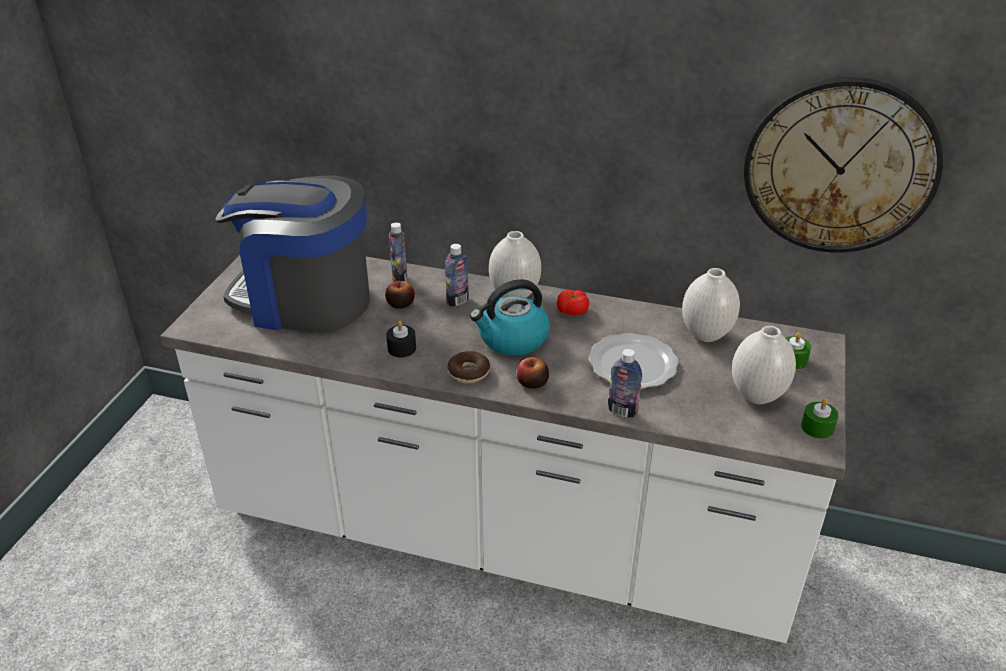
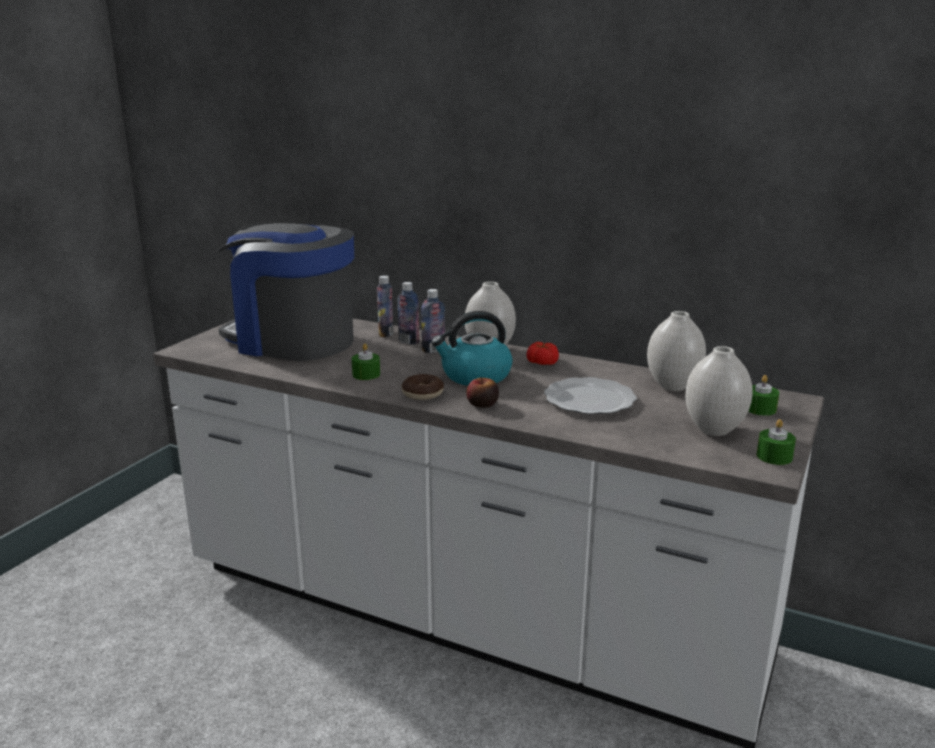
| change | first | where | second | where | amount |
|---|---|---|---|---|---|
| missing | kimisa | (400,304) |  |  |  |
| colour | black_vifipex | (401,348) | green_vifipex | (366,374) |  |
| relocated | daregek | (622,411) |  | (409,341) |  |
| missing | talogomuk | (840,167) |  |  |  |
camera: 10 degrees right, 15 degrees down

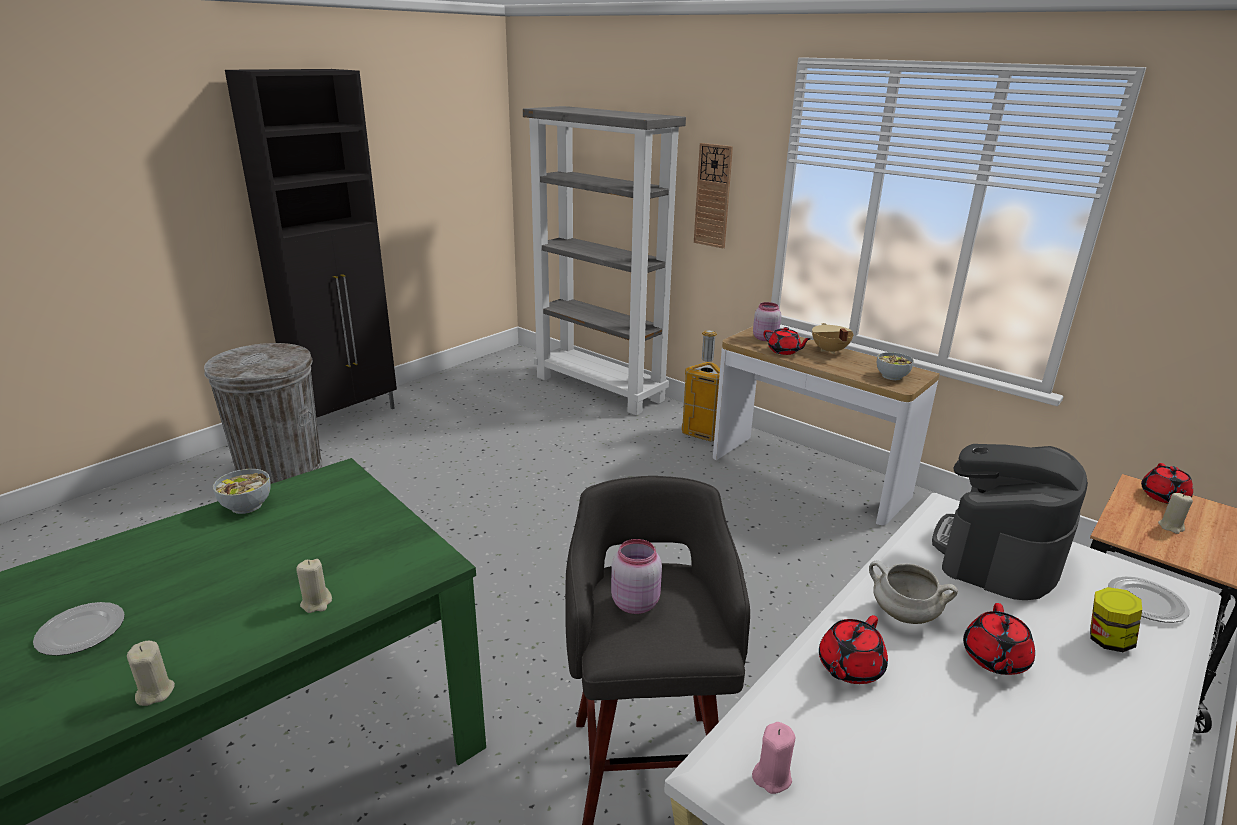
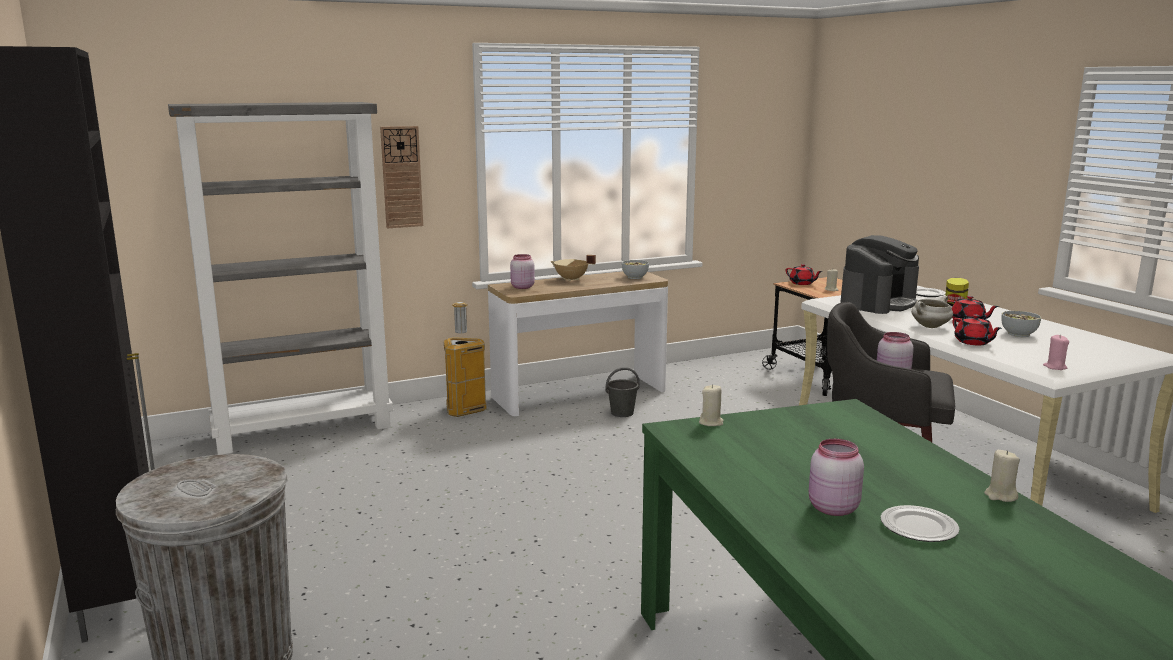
| change | first | where | second | where | amount |
|---|---|---|---|---|---|
| relocated | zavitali | (246,506) |  | (1019,334) |  |
| relocated | beige_vifipex | (316,603) |  | (711,422) |  |
| missing | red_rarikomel | (784,351) |  |  |  |
| spun | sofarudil | (997,554) |  | (878,303) | 105 degrees counterclockwise |
| appeared |  |  | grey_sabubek | (621,413) |  |
| appeared |  |  | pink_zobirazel | (831,508) |  |
camera: 65 degrees left, 10 degrees down

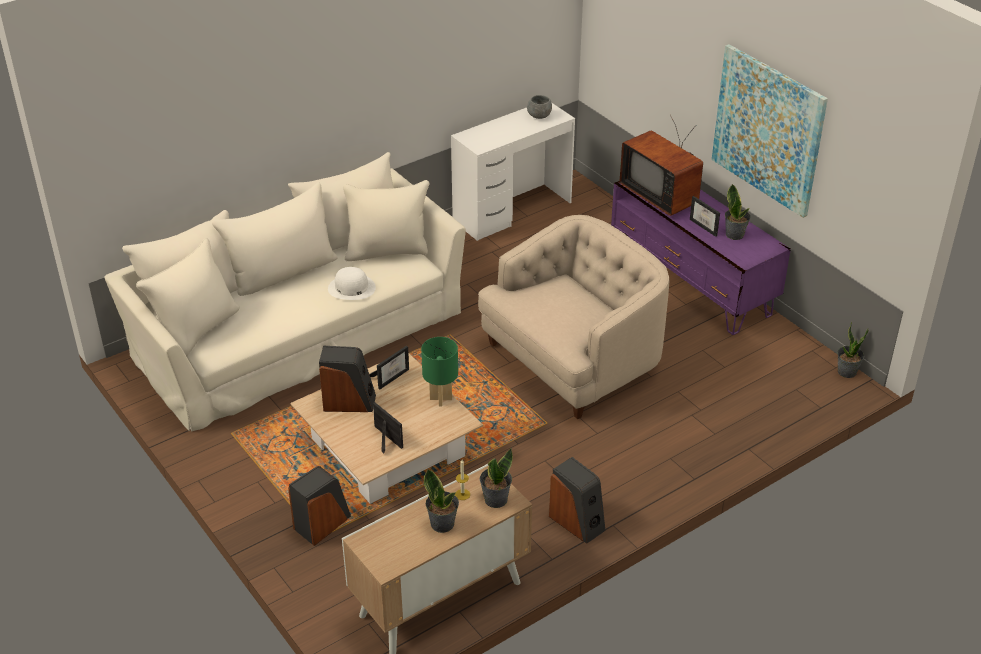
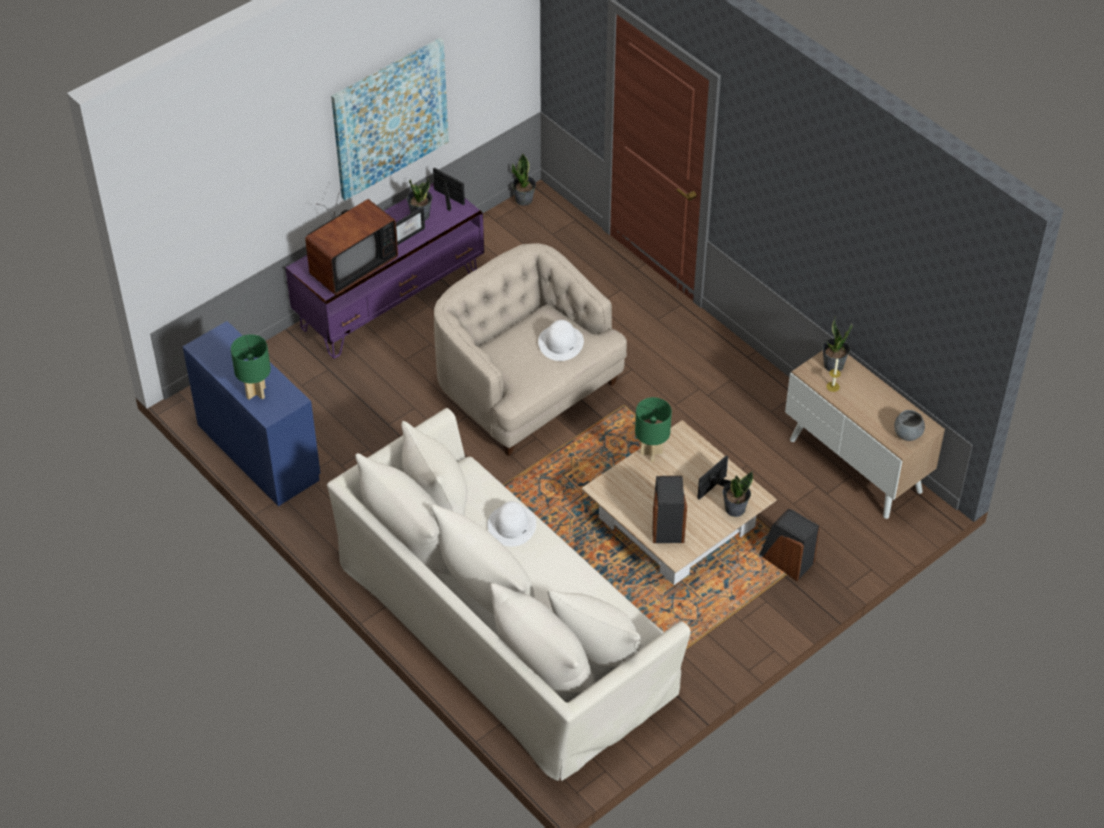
| change | first | where | second | where | amount |
|---|---|---|---|---|---|
| relocated | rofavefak | (391,376) |  | (446,198) |  |
| relocated | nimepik | (442,523) |  | (734,508) |  |
| colour | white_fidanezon | (512,211) | blue_fidanezon | (258,452) |  |
| relocated | grey_zavitali | (539,116) |  | (908,434) |  |
| missing | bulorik | (577,522) |  |  |  |
| appeared |  |  | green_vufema | (256,392) |  |
| appeared |  |  | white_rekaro | (561,343) |  |
camera: 95 degrees left, 10 degrees up

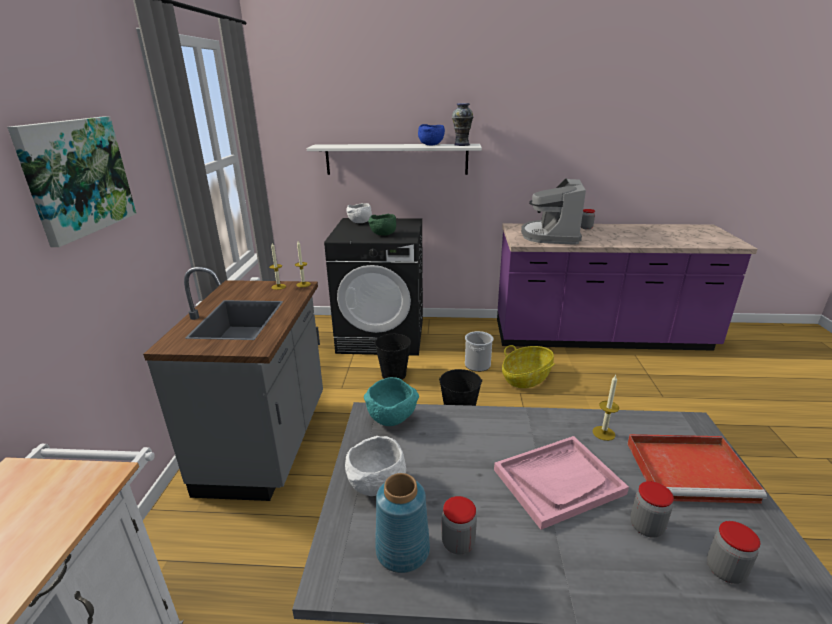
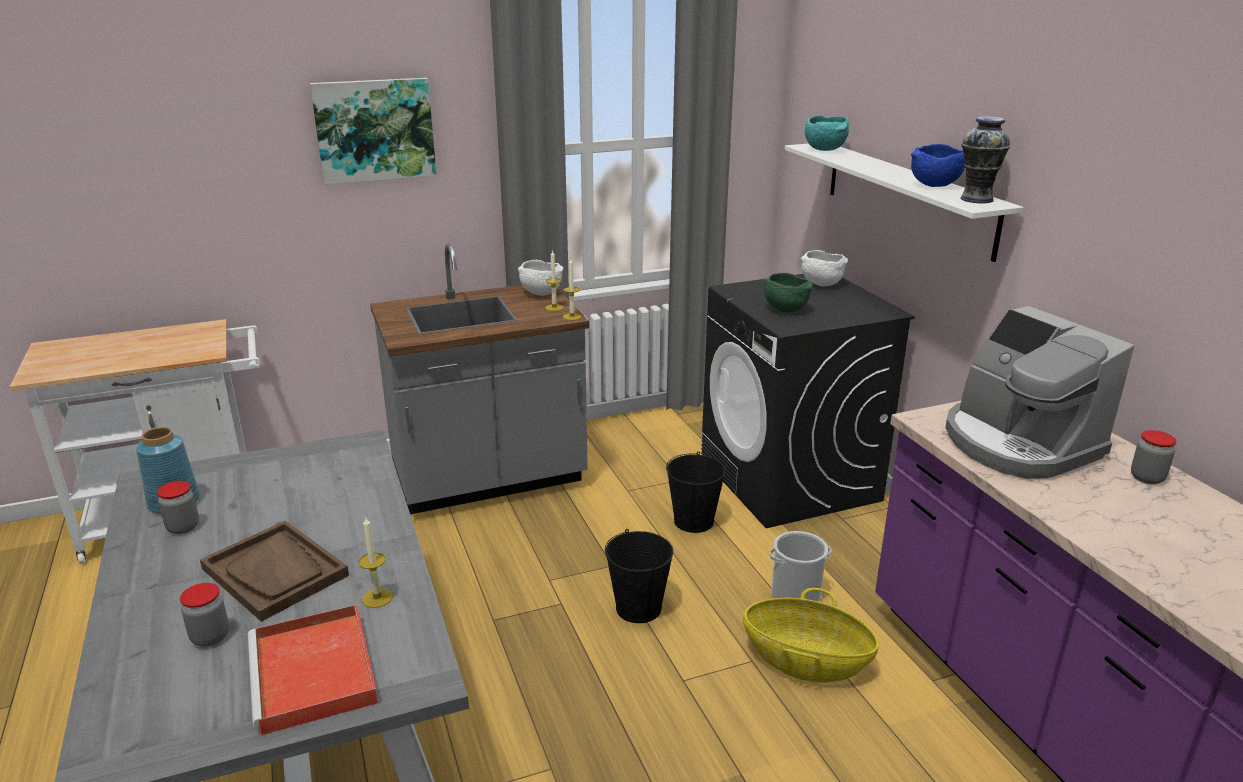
| change | first | where | second | where | amount |
|---|---|---|---|---|---|
| relocated | white_zavitali | (376,486) |  | (540,293) |  |
| relocated | turquoise_zavitali | (392,418) |  | (826,150) |  |
| colour | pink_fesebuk | (558,481) | brown_fesebuk | (275,572) |  |
| spun | sofarudil | (551,235) |  | (1018,443) | 105 degrees counterclockwise |
| missing | zobirazel | (725,570) |  |  |  |
camera: 65 degrees right, 0 degrees up

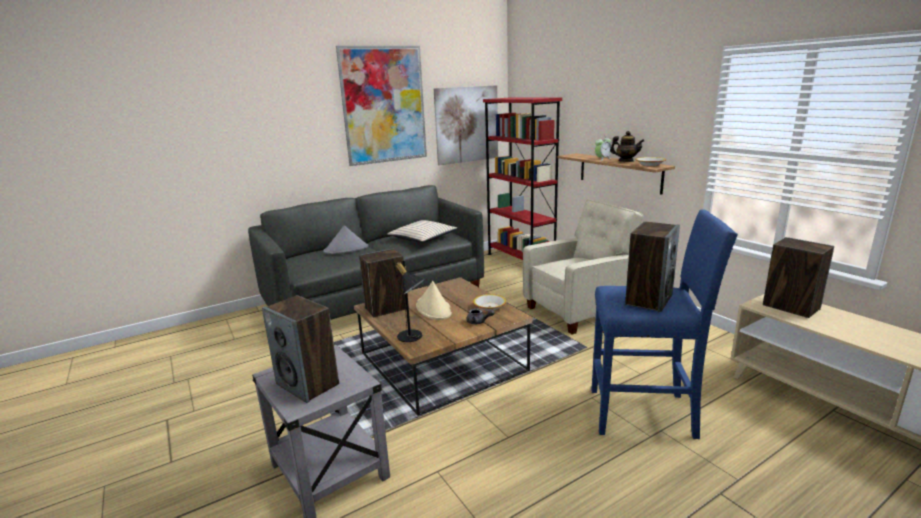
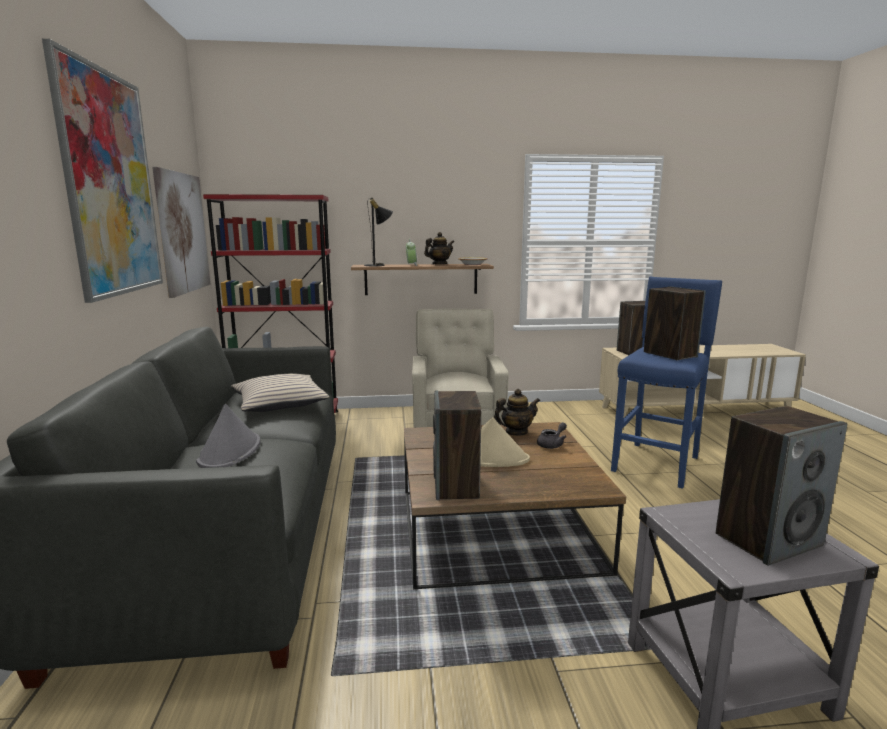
| change | first | where | second | where | amount |
|---|---|---|---|---|---|
| relocated | black_vufema | (412,338) |  | (378,265) |  |
| exchanged | zavitali | (489,307) | rarikomel | (516,432) |  |
camera: 65 degrees left, 5 degrees down

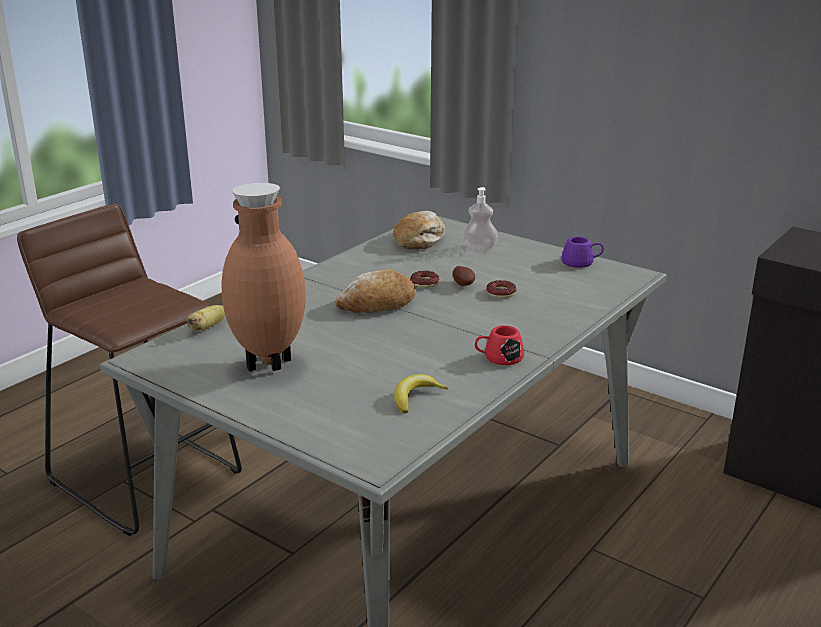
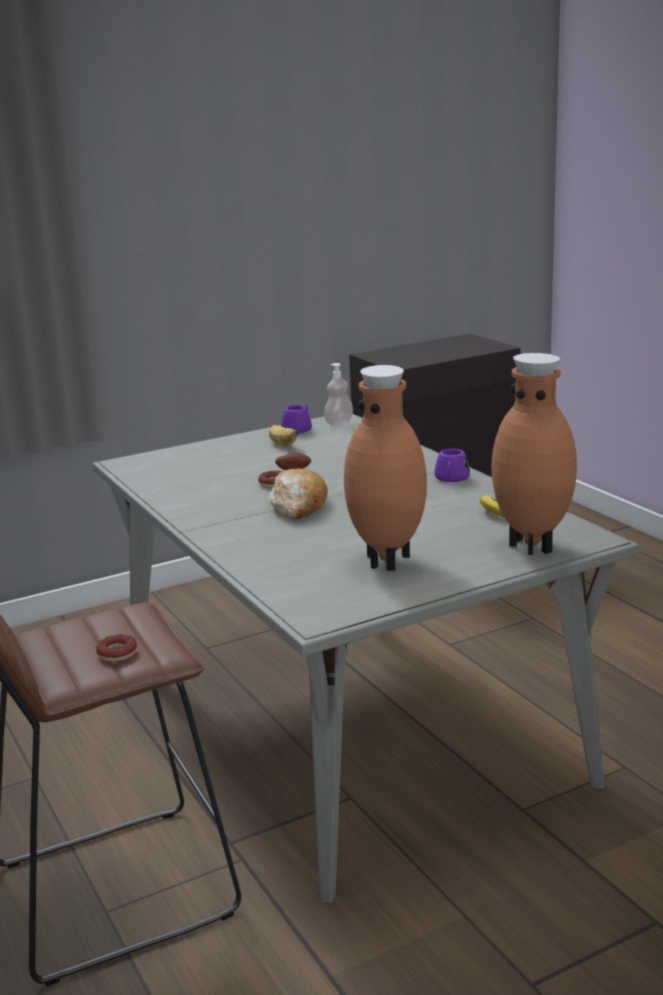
| change | first | where | second | where | amount |
|---|---|---|---|---|---|
| relocated | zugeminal | (207,327) |  | (282,444) |  |
| missing | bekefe | (420,239) |  |  |  |
| relocated | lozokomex | (479,248) |  | (339,424) |  |
| colour | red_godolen | (498,358) | purple_godolen | (451,479) |  |
| relocated | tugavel | (501,293) |  | (117,653) |  |
| appeared |  |  | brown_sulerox | (533,545) |  |
camera: 65 degrees left, 5 degrees down

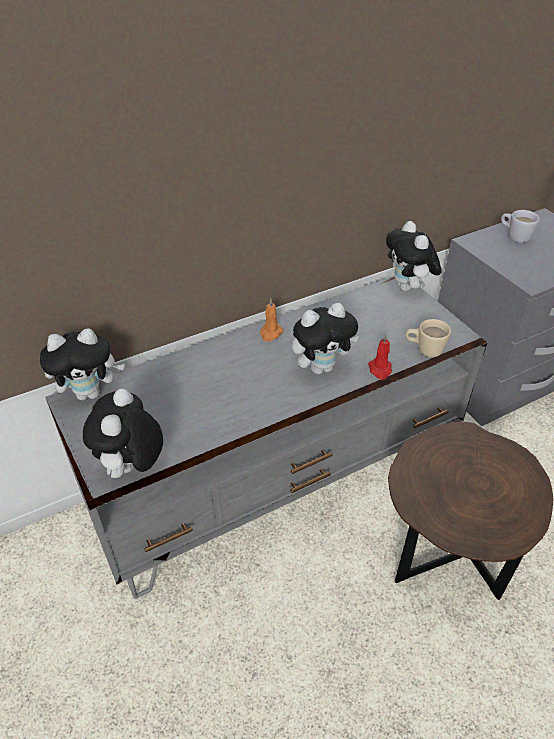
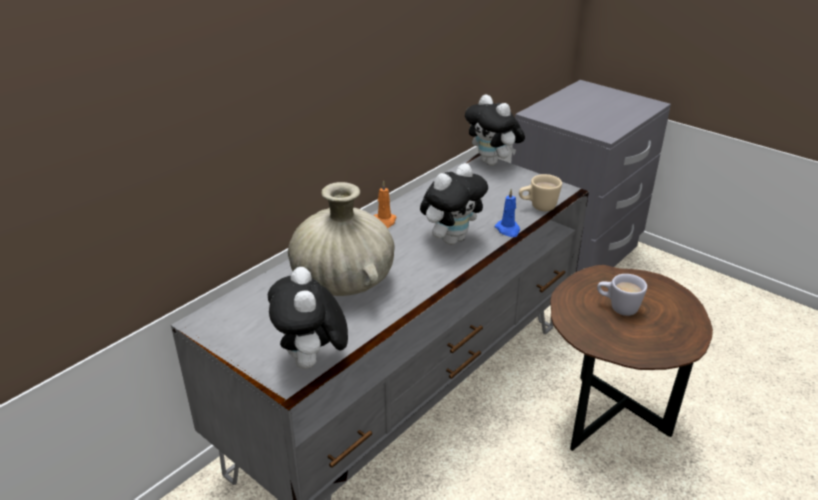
| change | first | where | second | where | amount |
|---|---|---|---|---|---|
| missing | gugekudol | (90,393) |  |  |  |
| colour | red_vifipex | (380,370) | blue_vifipex | (508,230) |  |
| relocated | white_godolen | (514,236) |  | (617,307) |  |
| appeared |  |  | beige_sulerox | (343,281) |  |
camera: 20 degrees left, 10 degrees down

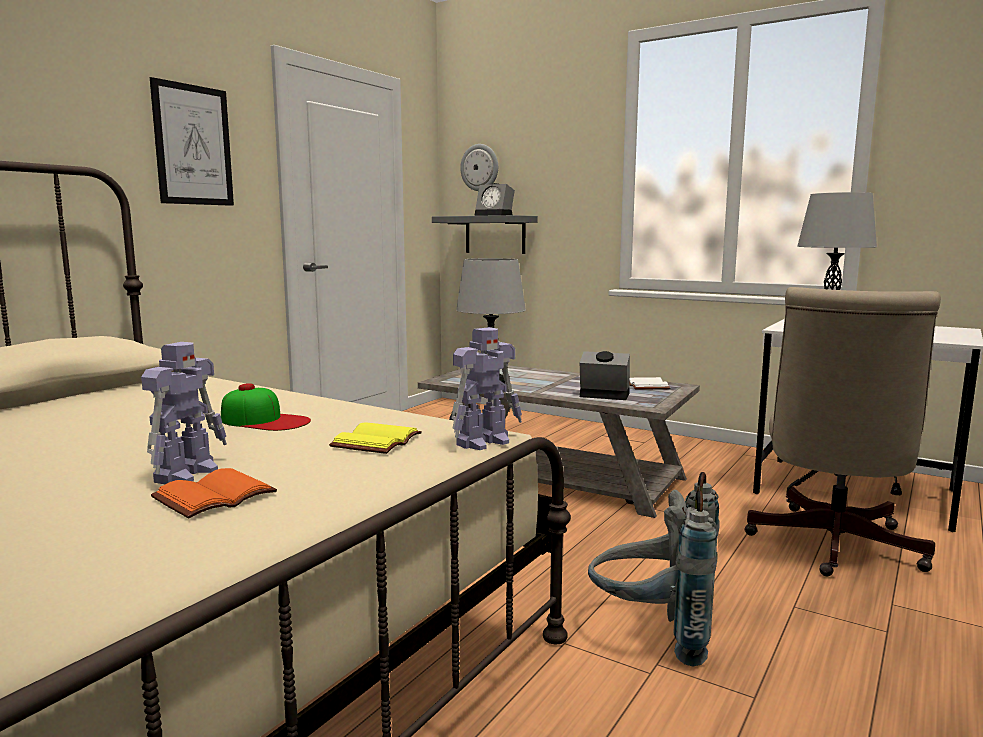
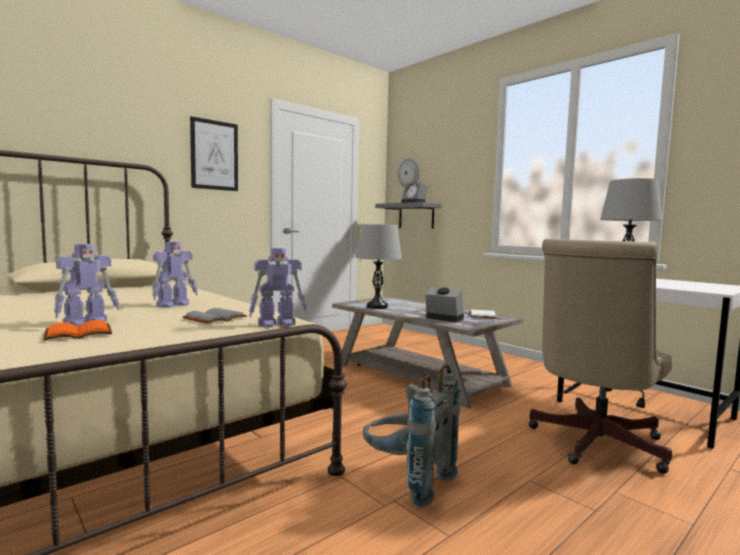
| change | first | where | second | where | amount |
|---|---|---|---|---|---|
| exchanged | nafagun | (265,420) | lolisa | (174,305) |  |
| colour | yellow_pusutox | (378,442) | grey_pusutox | (215,319) |  |
camera: 15 degrees right, 5 degrees down

